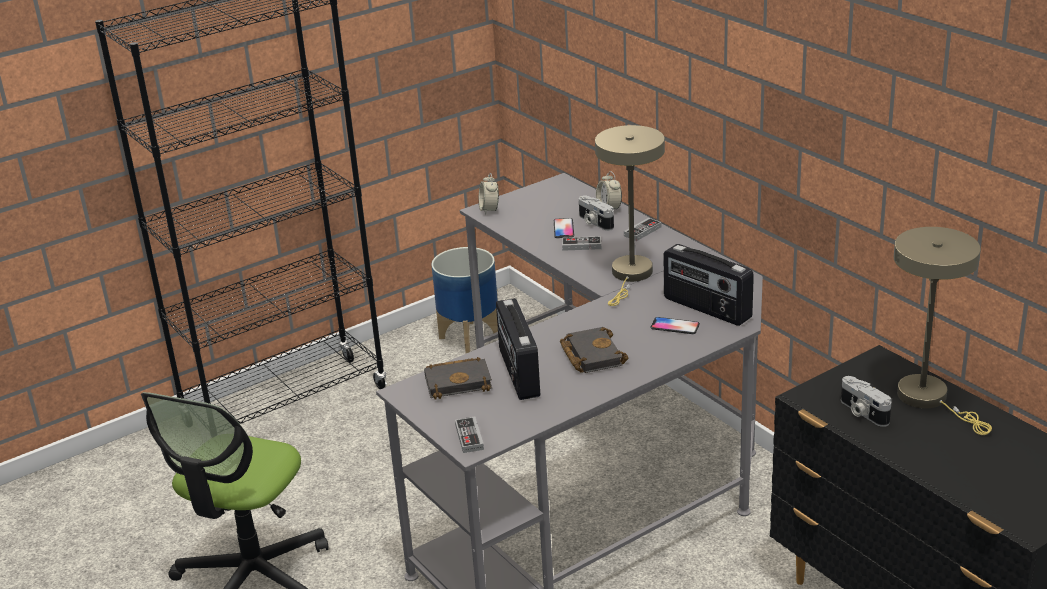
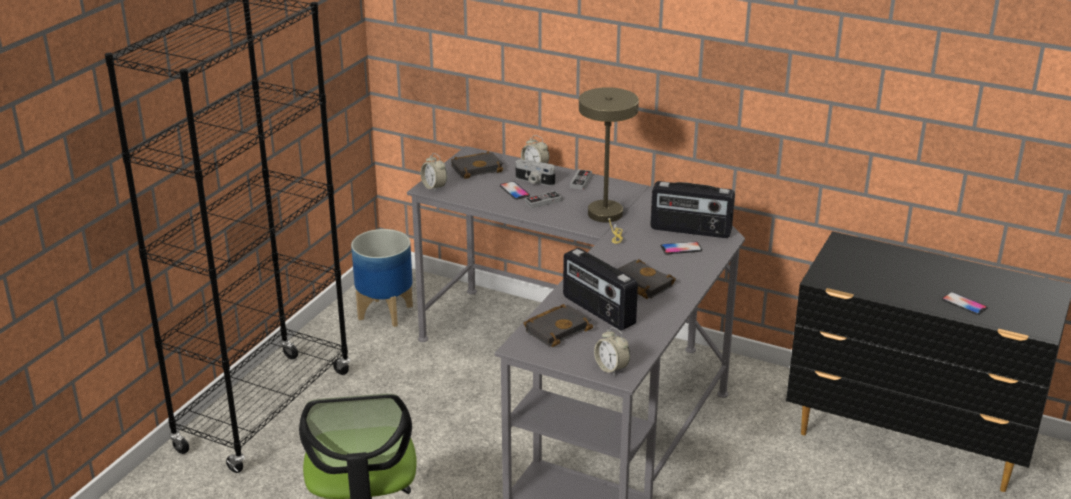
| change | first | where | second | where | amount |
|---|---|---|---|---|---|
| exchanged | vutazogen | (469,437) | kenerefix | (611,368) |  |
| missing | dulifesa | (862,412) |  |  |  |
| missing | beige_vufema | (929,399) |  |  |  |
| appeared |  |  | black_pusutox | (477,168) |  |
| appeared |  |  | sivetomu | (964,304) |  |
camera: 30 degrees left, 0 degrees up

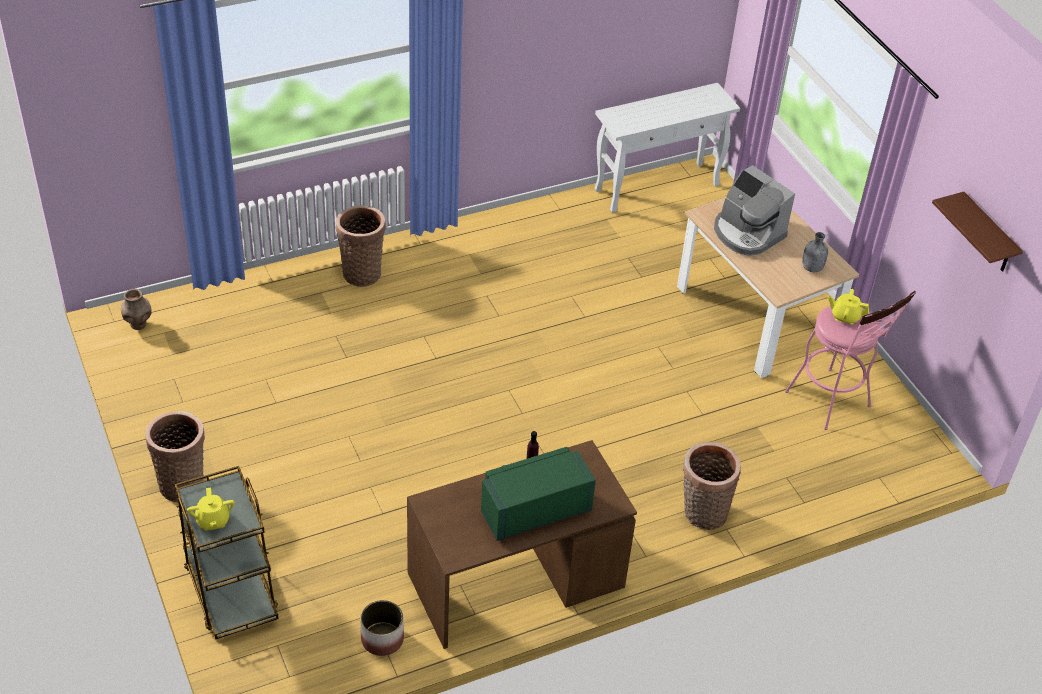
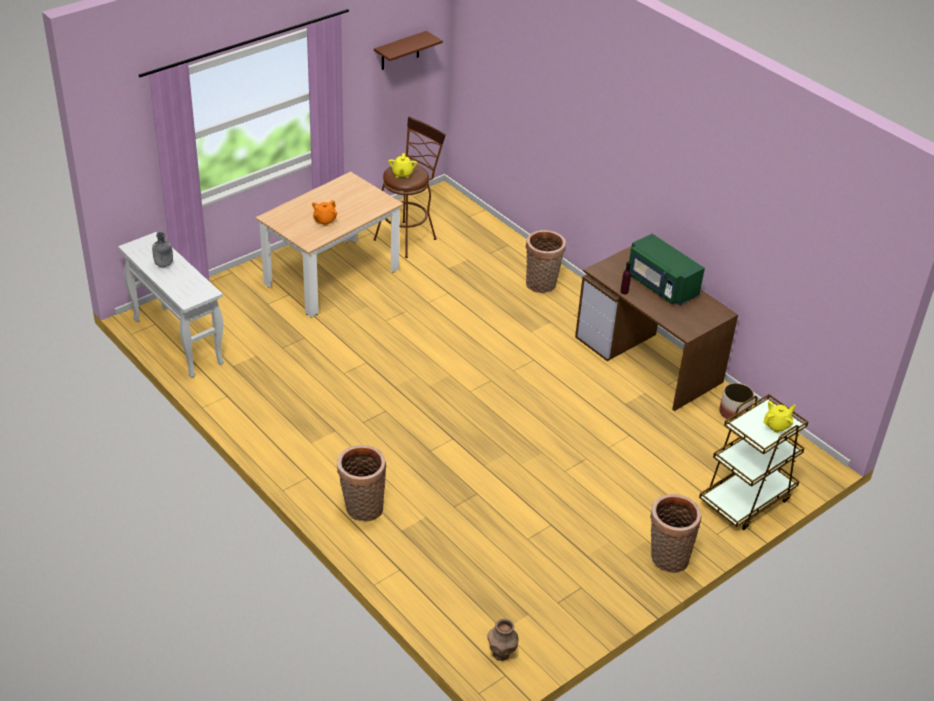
| change | first | where | second | where | amount |
|---|---|---|---|---|---|
| exchanged | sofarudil | (747,233) | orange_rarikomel | (324,221) |  |
| colour | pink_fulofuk | (833,403) | brown_fulofuk | (408,237) |  |
| relocated | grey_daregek | (811,268) |  | (164,264) |  |
camera: 105 degrees left, 5 degrees down

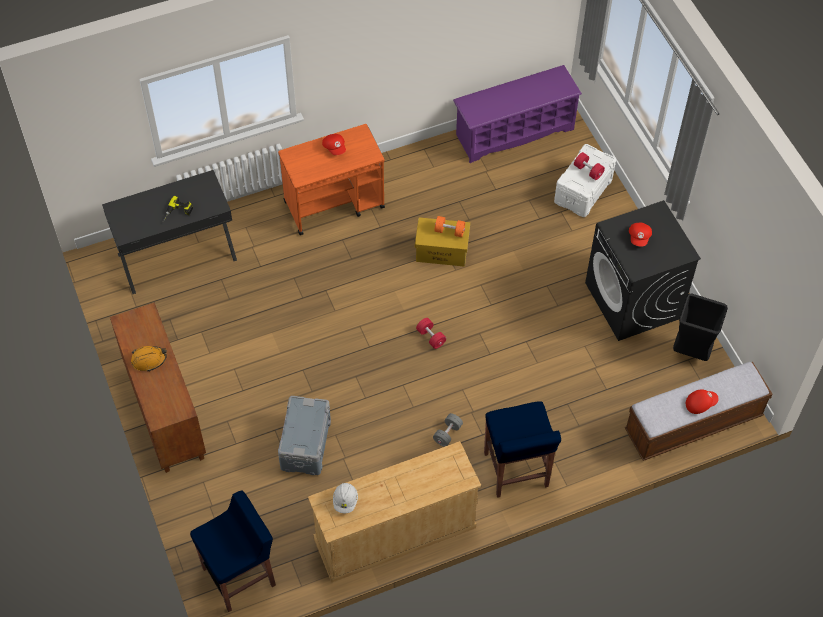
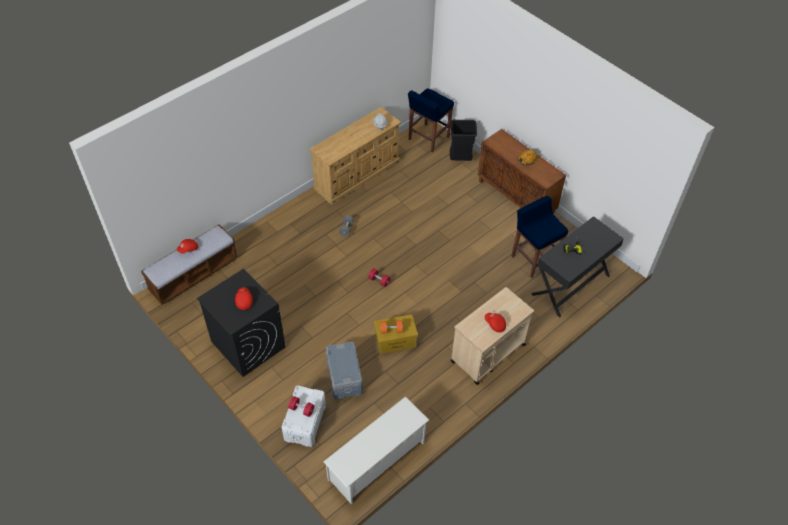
| change | first | where | second | where | amount |
|---|---|---|---|---|---|
| colour | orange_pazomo | (335,204) | beige_pazomo | (487,353) |  |
| relocated | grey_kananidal | (305,444) |  | (345,377) |  |
| colour | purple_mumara | (514,132) | white_mumara | (377,461) |  |
| relocated | blue_fulofuk | (516,471) |  | (534,259) |  |
| relocated | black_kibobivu | (691,353) |  | (460,160) |  |
camera: 160 degrees right, 5 degrees down

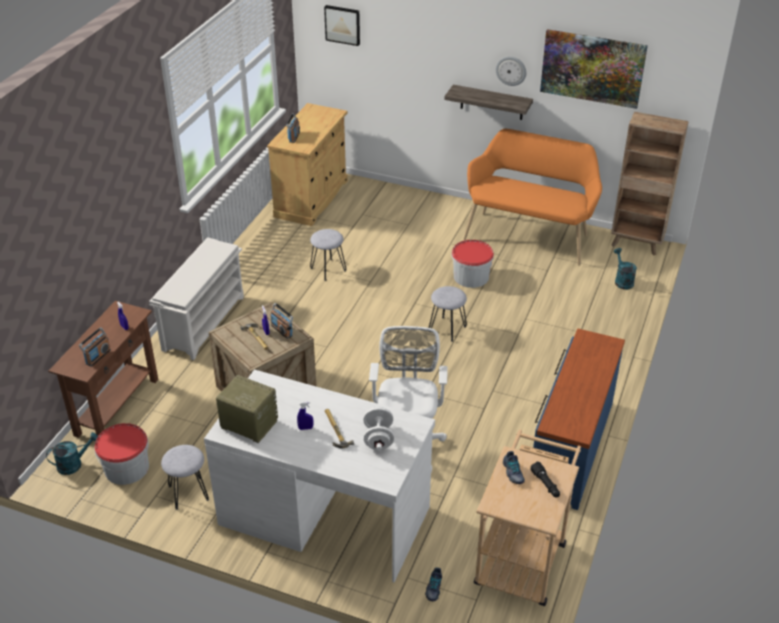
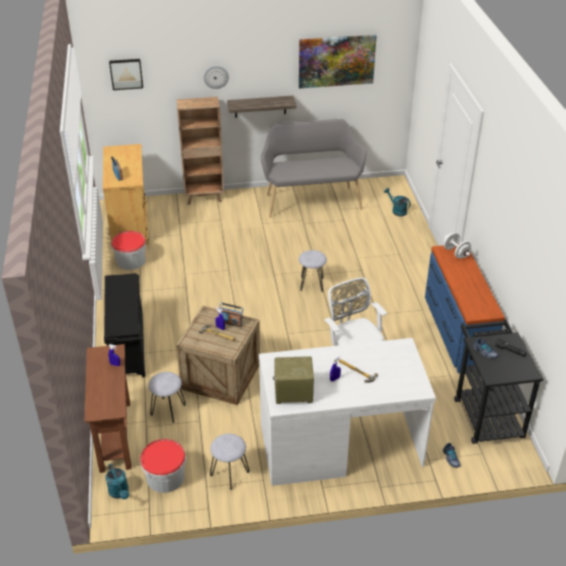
| change | first | where | second | where | amount |
|---|---|---|---|---|---|
| spun | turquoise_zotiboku | (74,464) |  | (120,493) | 120 degrees clockwise |
| missing | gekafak | (97,357) |  |  |  |
| colour | white_mumara | (203,322) | black_mumara | (127,346) |  |
| relocated | grey_fulofuk | (328,269) |  | (168,409) |  |
| relocated | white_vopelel | (378,438) |  | (456,253) |  |
| relocated | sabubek | (471,277) |  | (131,261) |  |
| colour | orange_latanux | (529,235) | grey_latanux | (311,200) |  |
| colour | beige_pazomo | (522,556) | black_pazomo | (486,413) |  |
| relocated | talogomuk | (511,70) |  | (216,76) |  |
| relocated | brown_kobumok | (637,244) |  | (204,198) |  |
camera: 30 degrees left, 0 degrees up

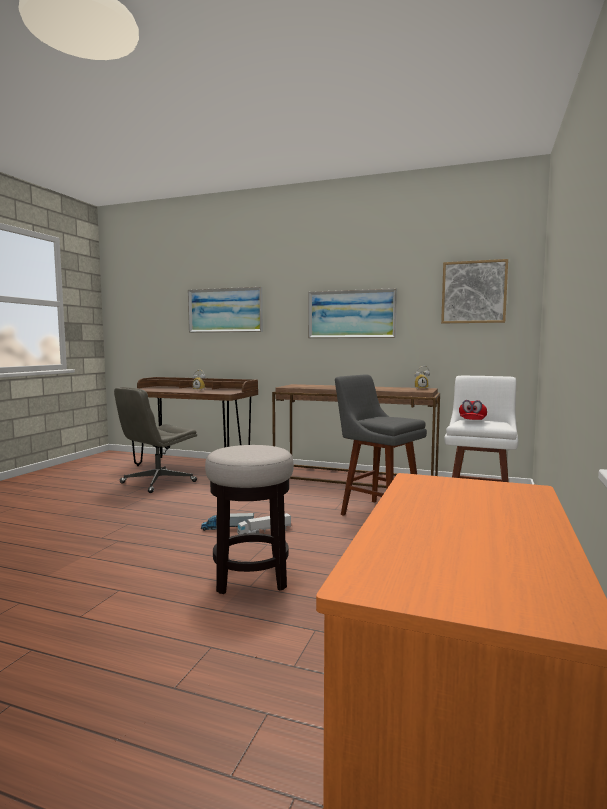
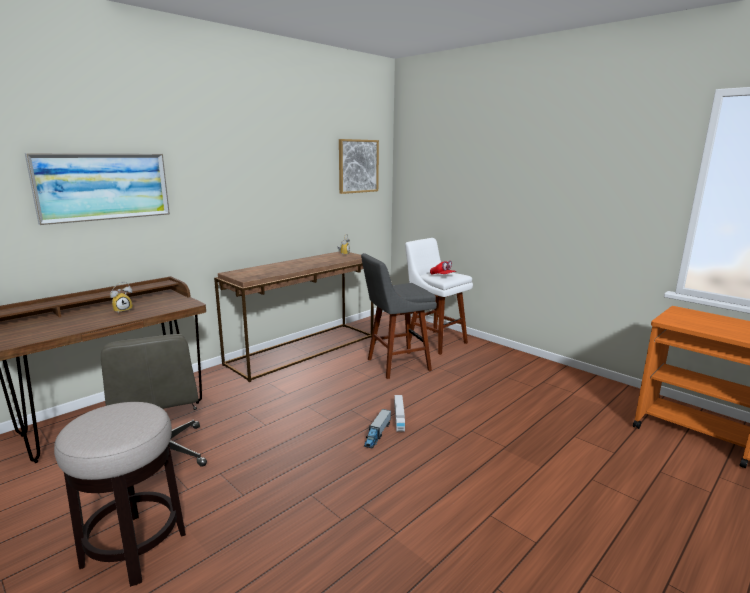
| change | first | where | second | where | amount |
|---|---|---|---|---|---|
| relocated | fulofuk | (251,576) |  | (134,548) |  |
| missing | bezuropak | (351,314) |  |  |  |
camera: 65 degrees left, 10 degrees up

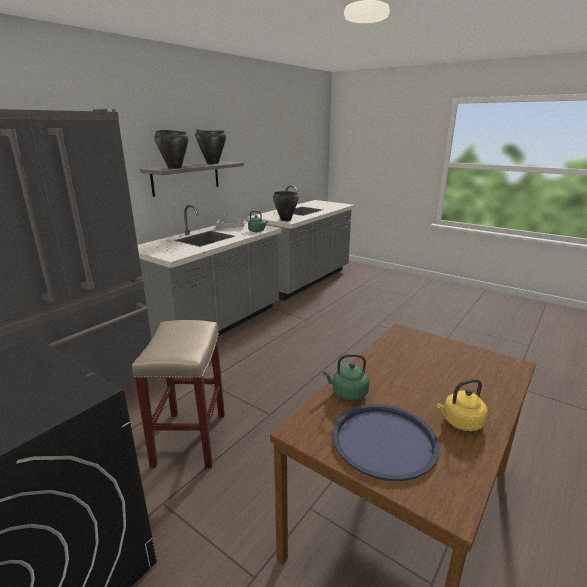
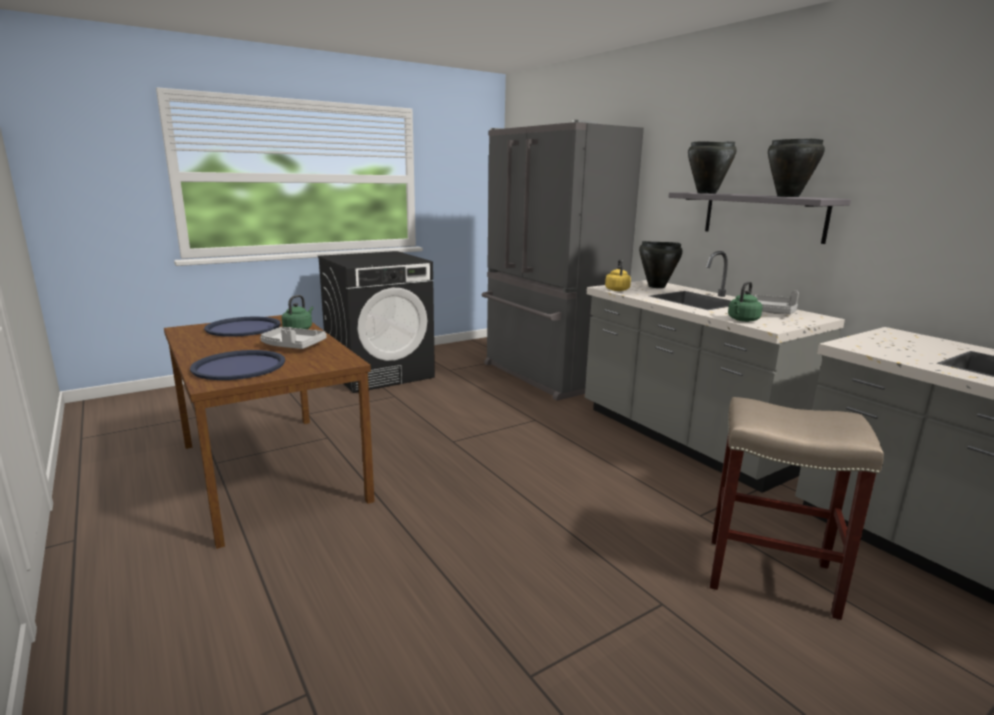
| change | first | where | second | where | amount |
|---|---|---|---|---|---|
| relocated | beige_fulofuk | (190,439) |  | (768,576) |  |
| relocated | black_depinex | (285,220) |  | (656,286) |  |
| relocated | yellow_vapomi | (460,422) |  | (617,289) |  |
| appeared |  |  | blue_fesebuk | (239,366) |  |
| appeared |  |  | grey_fesebuk | (292,346) |  |
camera: 110 degrees right, 5 degrees down

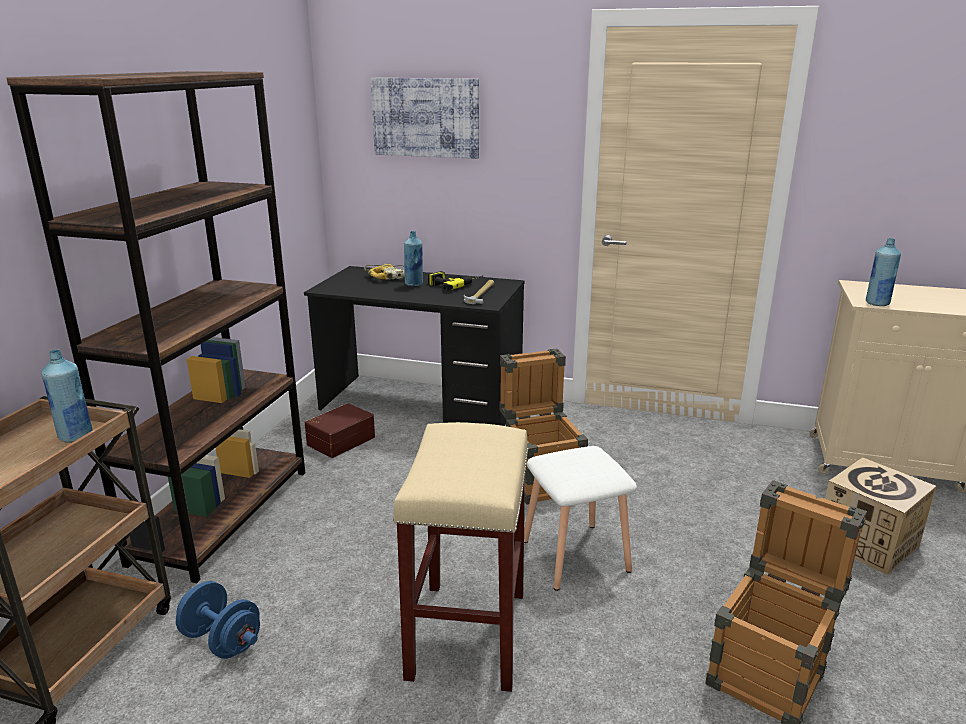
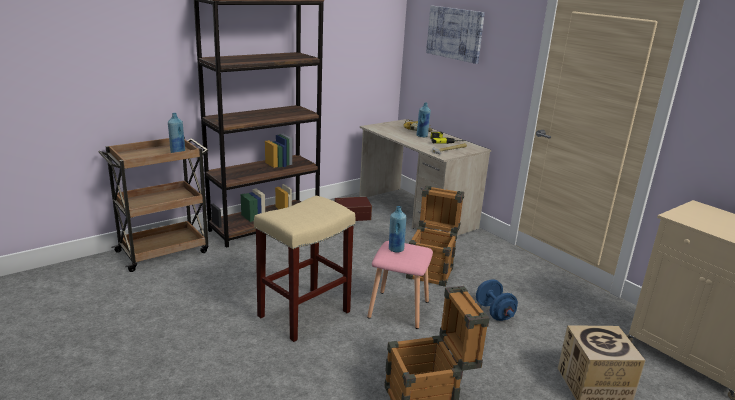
| change | first | where | second | where | amount |
|---|---|---|---|---|---|
| relocated | blue_vopelel | (222,640) |  | (494,312) |  |
| colour | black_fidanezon | (421,404) | beige_fidanezon | (416,213) |  |
| colour | white_fulofuk | (577,556) | pink_fulofuk | (399,310) |  |
| relocated | blue_daregek | (877,303) |  | (395,249) |  |
camera: 35 degrees right, 0 degrees up

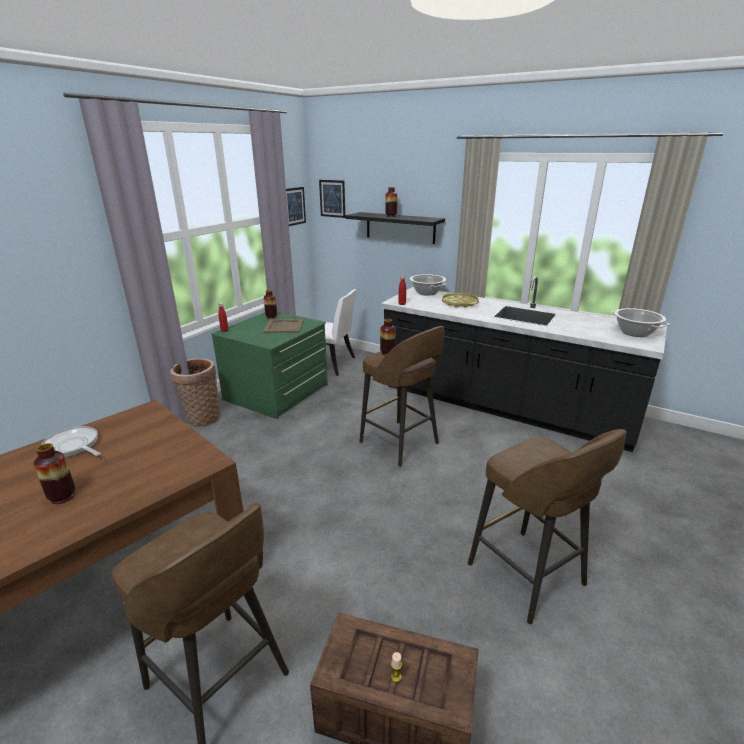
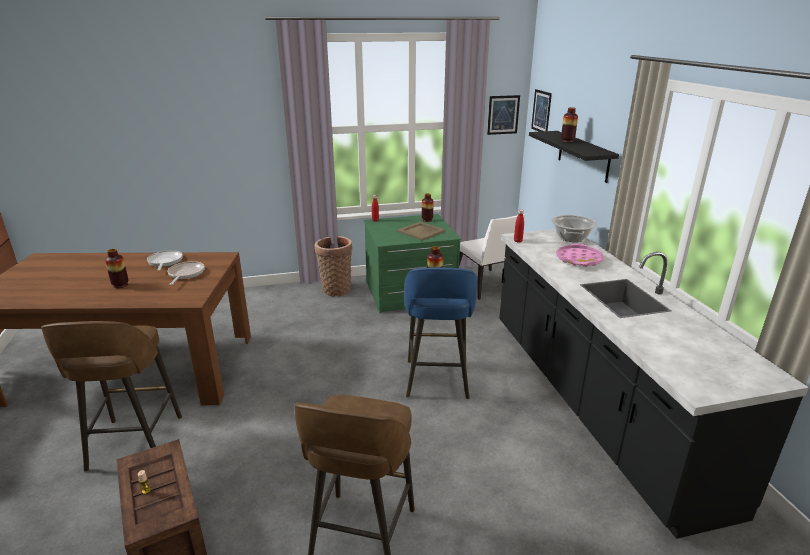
| change | first | where | second | where | amount |
|---|---|---|---|---|---|
| colour | brown_fulofuk | (400,444) | blue_fulofuk | (437,381) |  |
| colour | yellow_fesebuk | (459,303) | pink_fesebuk | (579,259) |  |
| missing | depinex | (635,332) |  |  |  |
| appeared |  |  | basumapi | (185,274) |  |
camera: 45 degrees right, 0 degrees up

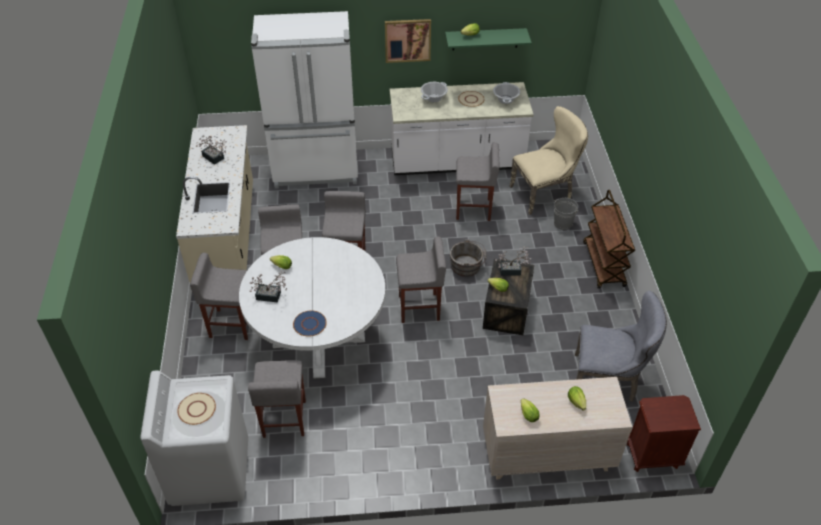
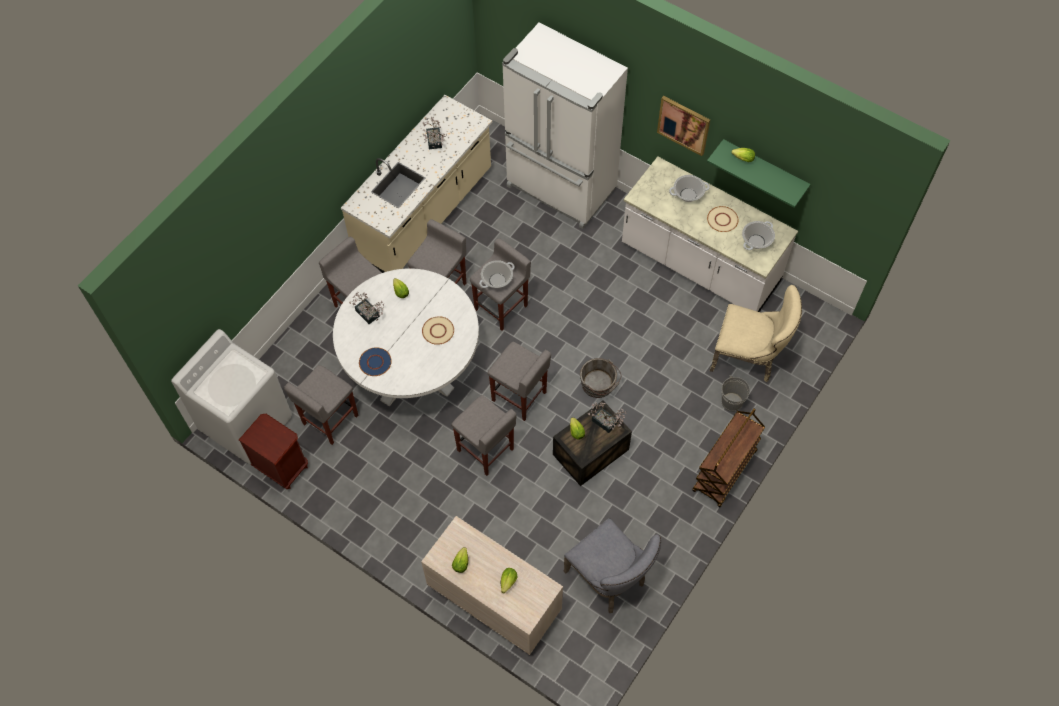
| change | first | where | second | where | amount |
|---|---|---|---|---|---|
| relocated | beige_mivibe | (196,409) |  | (438,331) |  |
| relocated | grey_fulofuk | (474,209) |  | (486,450) |  |
| relocated | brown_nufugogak | (652,455) |  | (282,467) |  |
| appeared |  |  | depinex | (497,280) |  |
camera: 40 degrees right, 15 degrees up

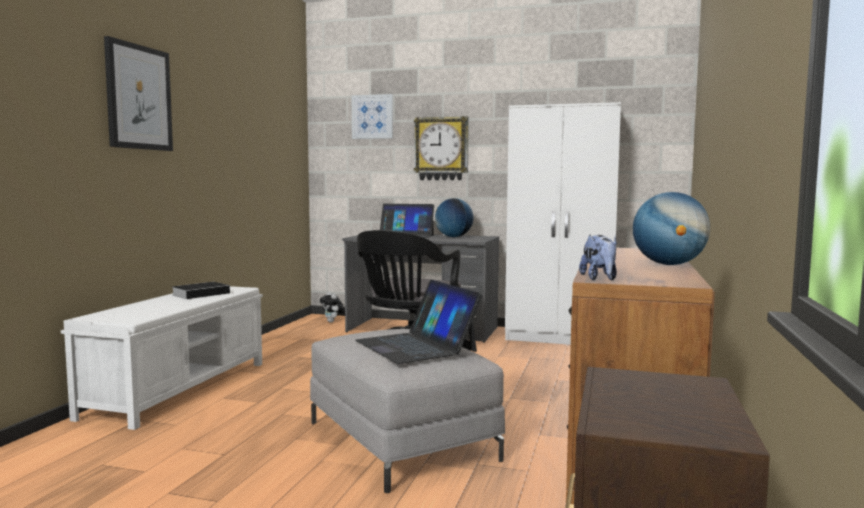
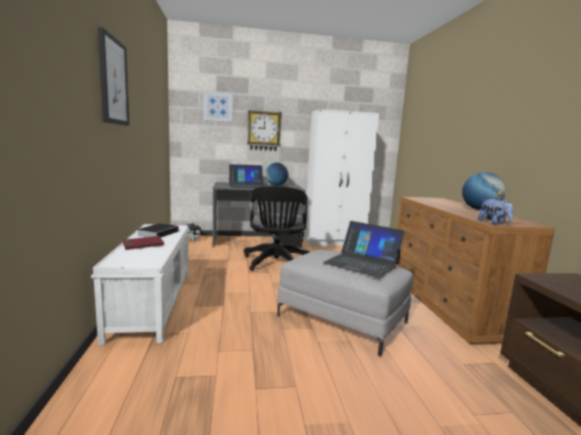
| change | first | where | second | where | amount |
|---|---|---|---|---|---|
| appeared |  |  | red_pusutox | (143,245) |  |
camera: 25 degrees left, 5 degrees up

